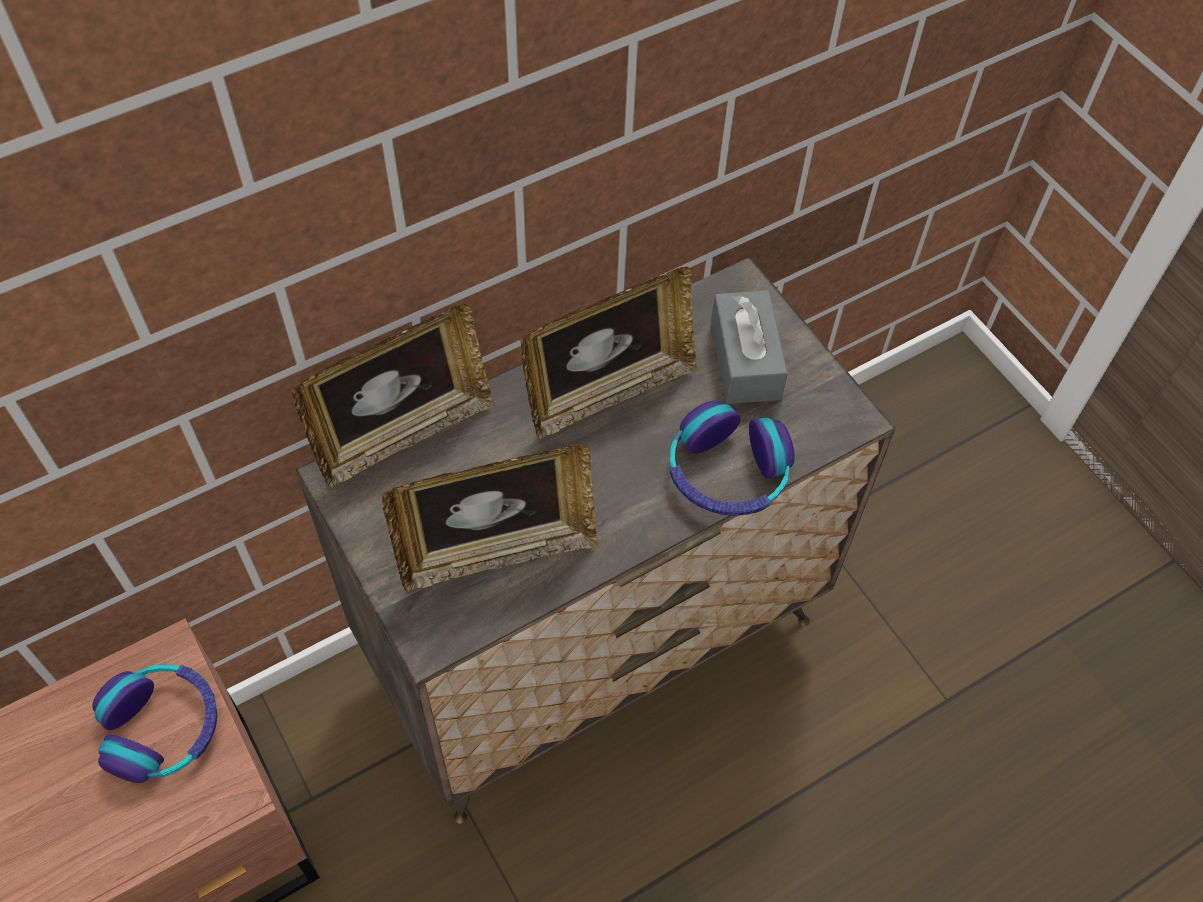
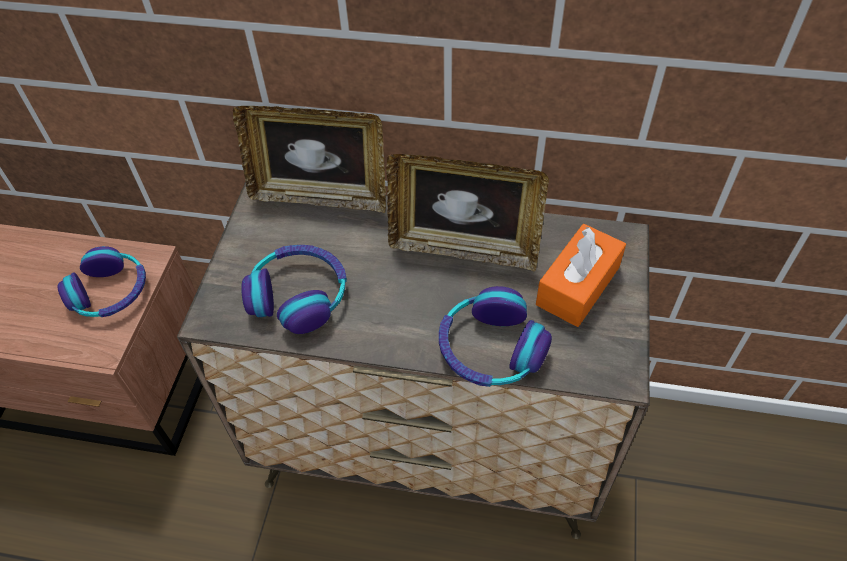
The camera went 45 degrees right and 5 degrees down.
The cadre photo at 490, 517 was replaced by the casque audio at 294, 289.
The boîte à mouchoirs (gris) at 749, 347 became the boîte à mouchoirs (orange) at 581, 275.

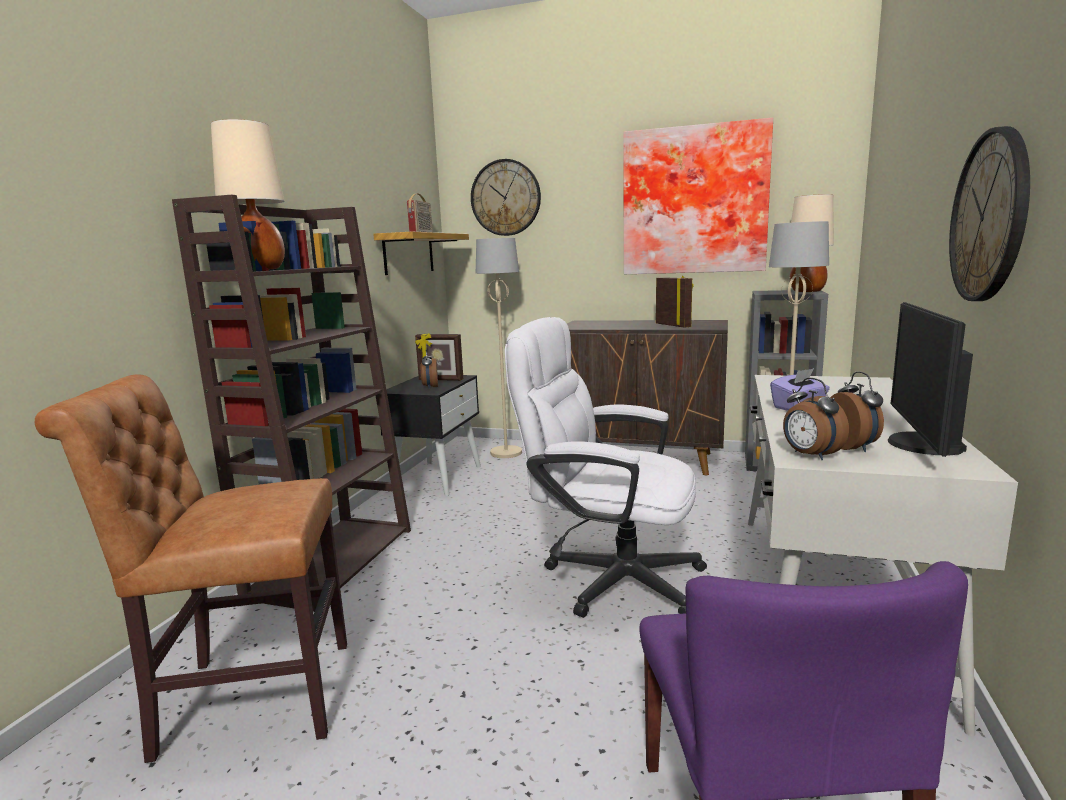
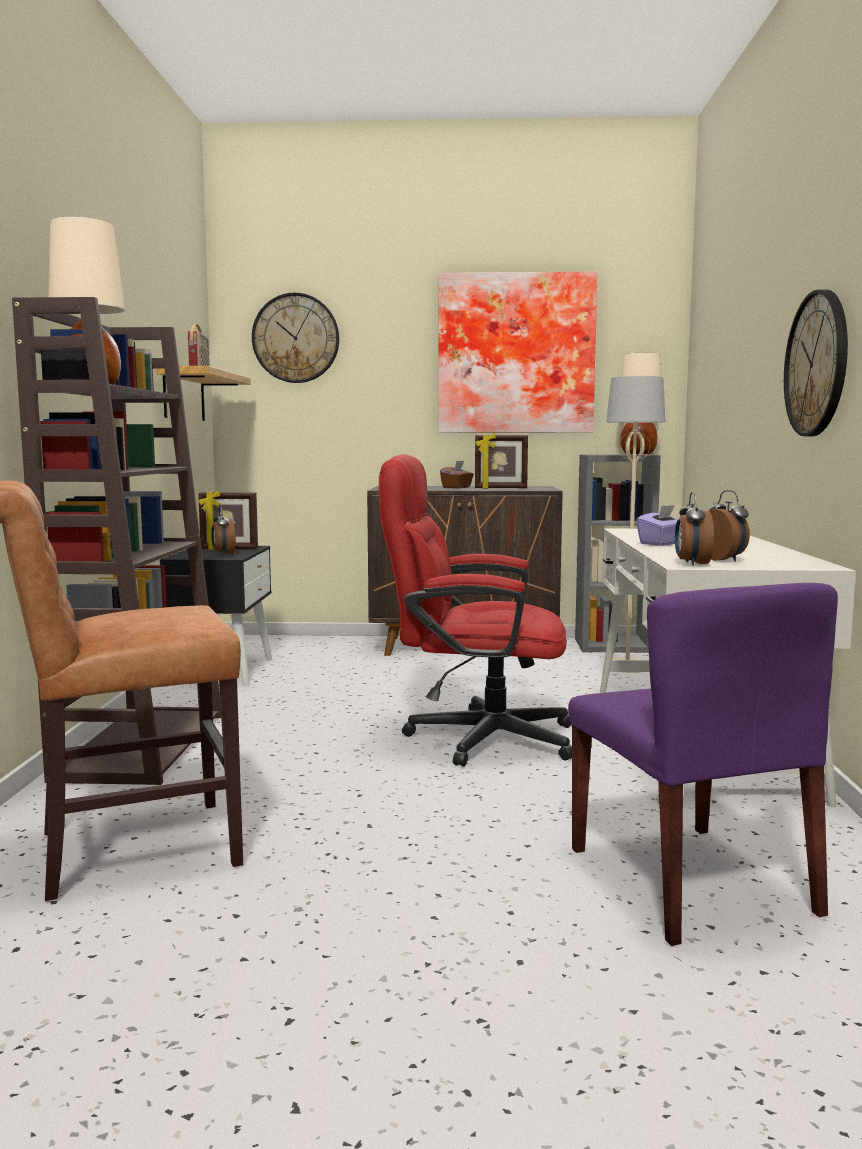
The camera went 15 degrees left and 5 degrees down.
The chaise de bureau (blanc) at 606, 467 became the chaise de bureau (rouge) at 475, 610.
The boîte à mouchoirs (marron) at 457, 475 appeared.
The cadre photo at 675, 302 turned 135 degrees clockwise.
The réveil at 816, 419 turned 45 degrees clockwise.
The lampadaire (beige) at 499, 348 disappeared.
The écran d'ordinateur at 930, 379 disappeared.

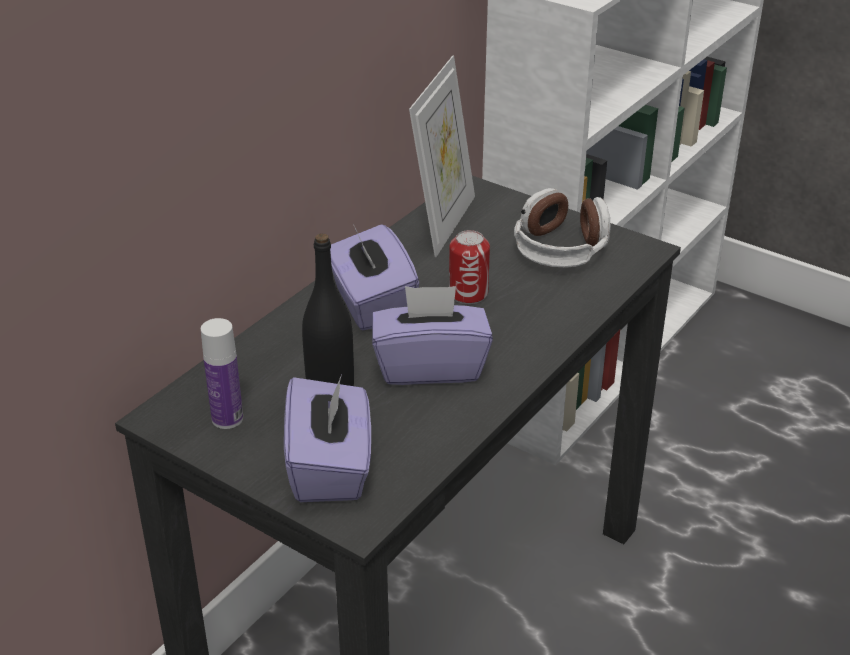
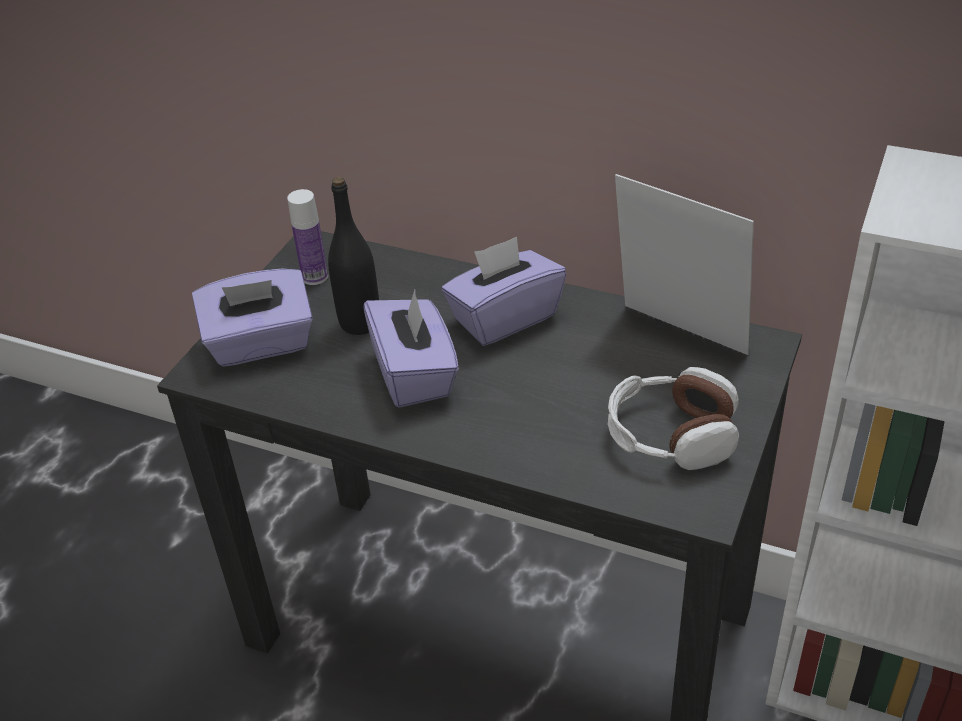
The camera went 80 degrees right and 5 degrees up.
The cadre photo at 442, 156 turned 150 degrees counterclockwise.
The boîte métallique at 469, 267 disappeared.

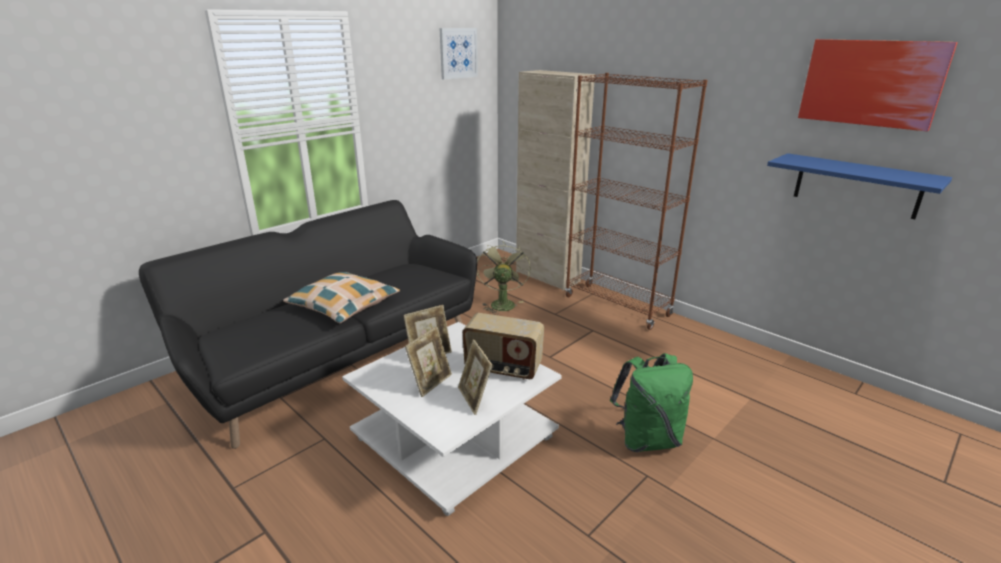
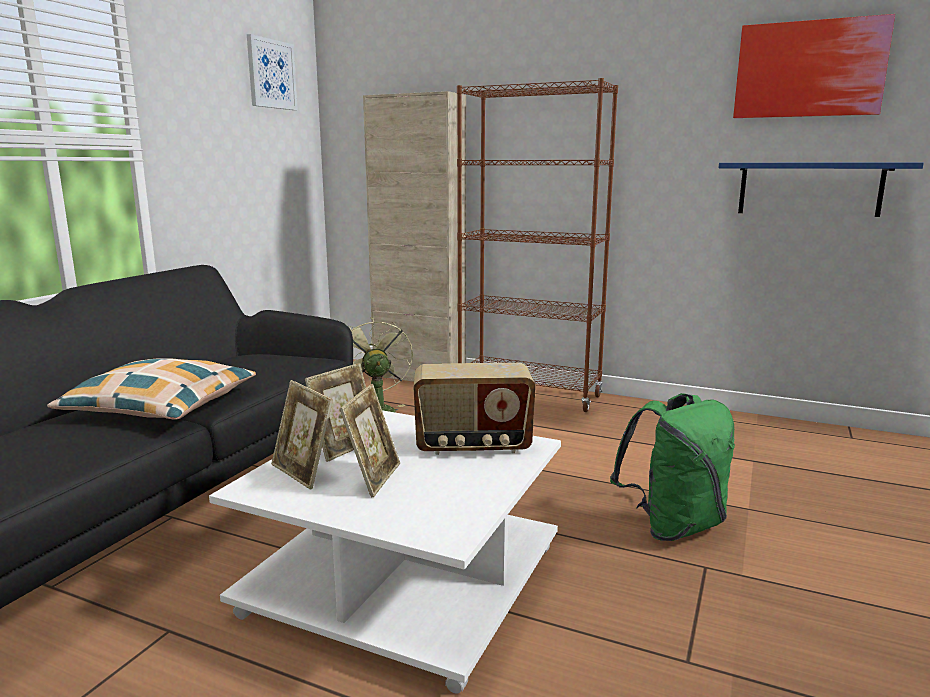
The camera went 20 degrees left and 10 degrees down.
The cadre photo moved from 475, 377 to 302, 435.

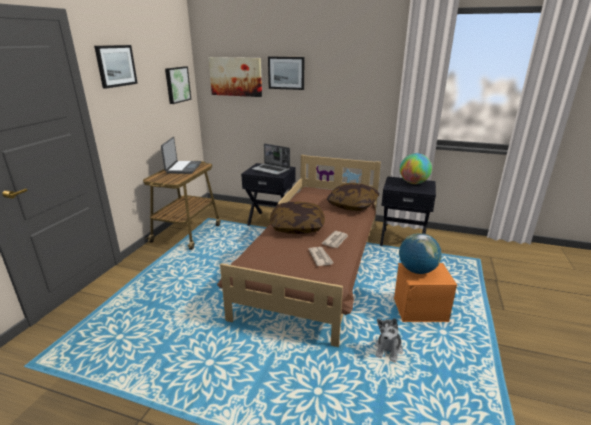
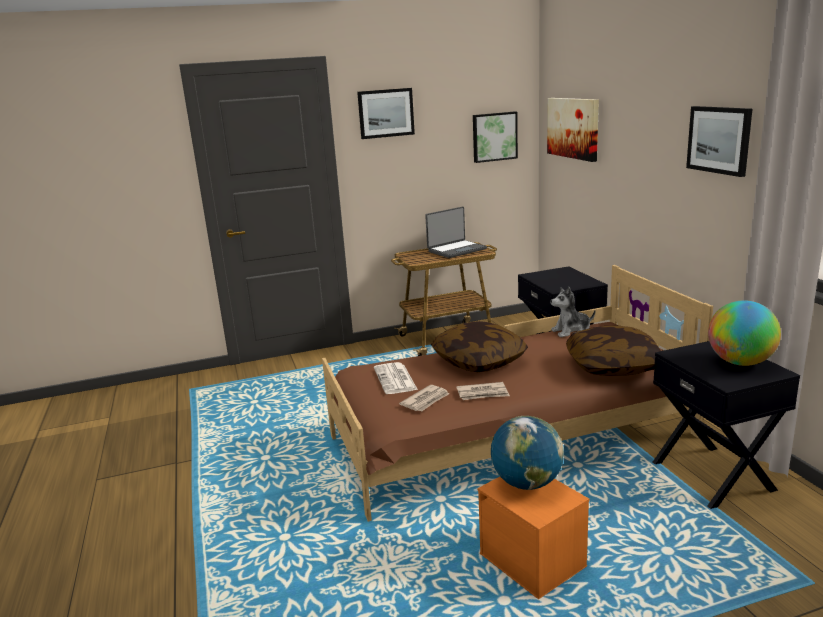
The camera went 55 degrees right and 5 degrees down.
The journal at 396, 378 appeared.
The peluche moved from 389, 340 to 572, 312.
The tableau moved from 286, 73 to 719, 141.
The ordinateur portable at 271, 159 disappeared.

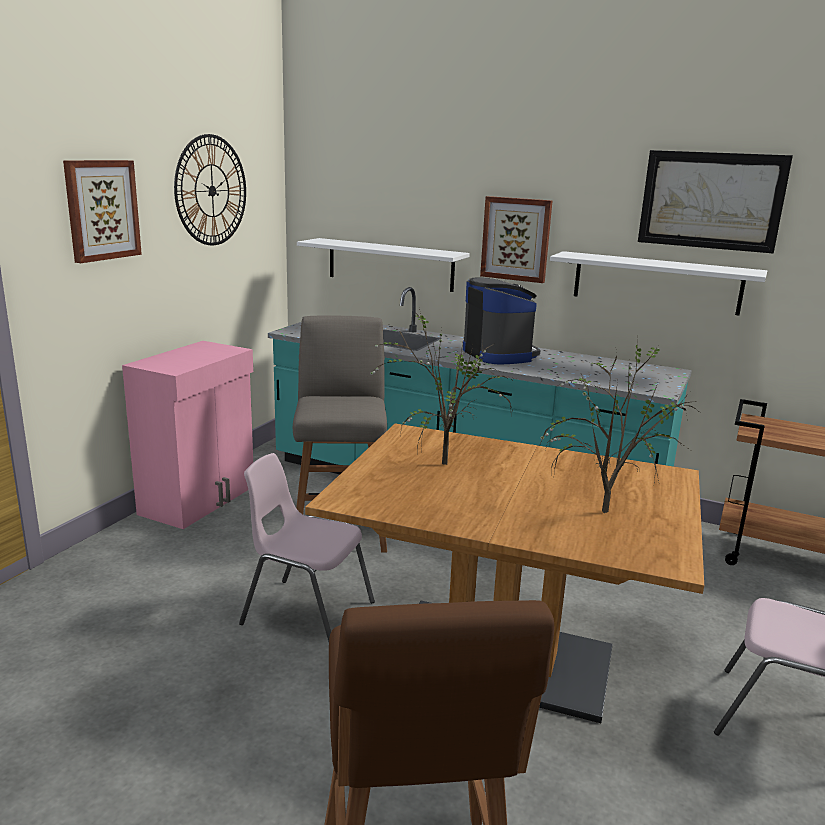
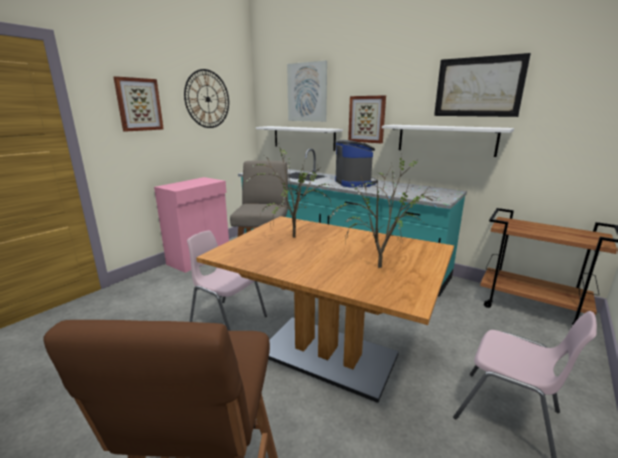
The camera went 10 degrees right and 0 degrees up.
The tableau at 307, 91 appeared.

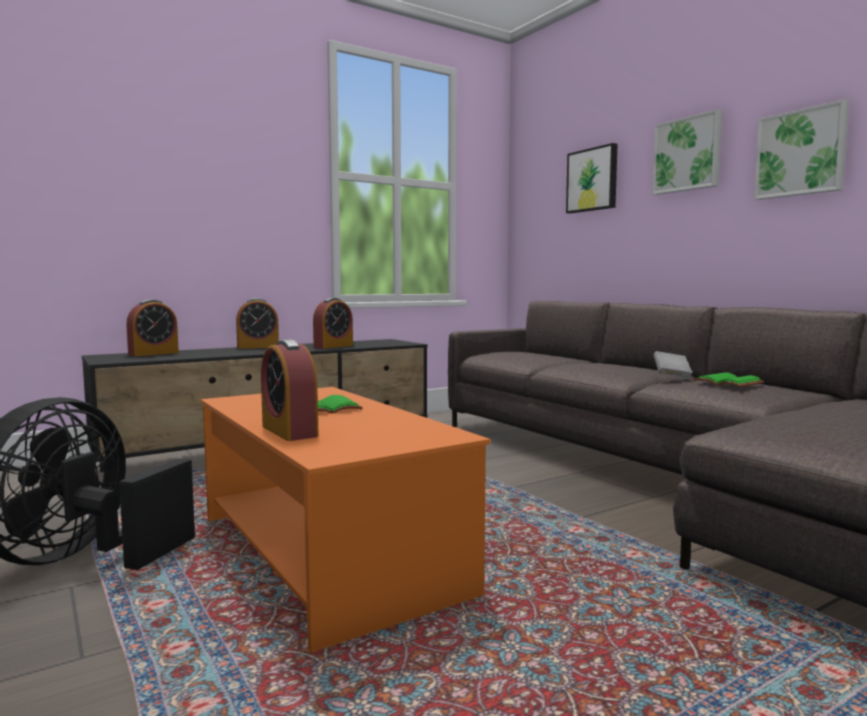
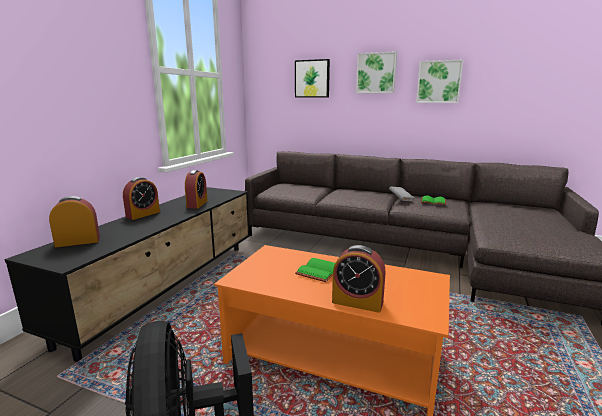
The camera went 35 degrees left and 10 degrees up.
The réveil at 152, 327 turned 120 degrees counterclockwise.

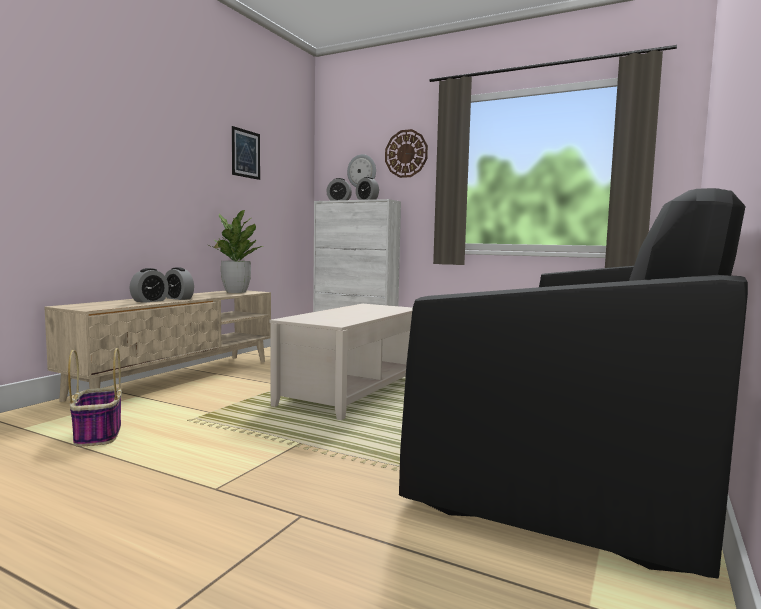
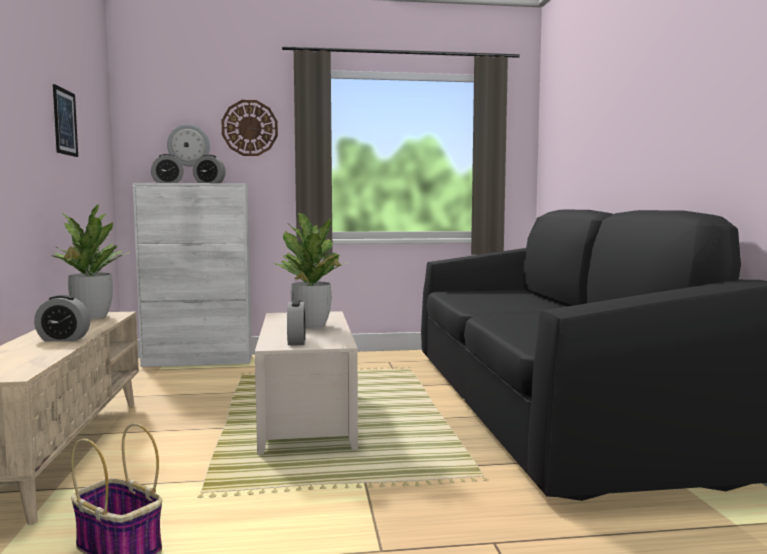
The camera went 35 degrees left and 0 degrees up.
The plante en pot at 311, 271 appeared.
The réveil moved from 149, 285 to 296, 322.

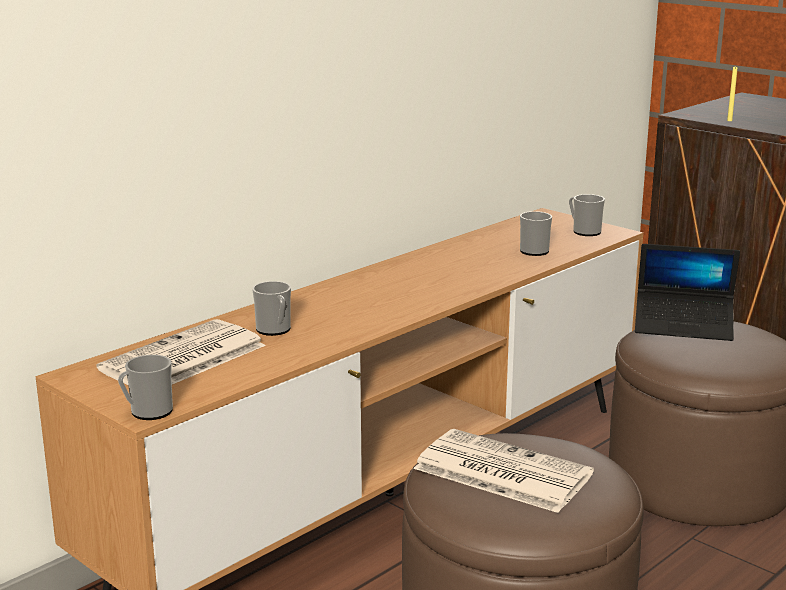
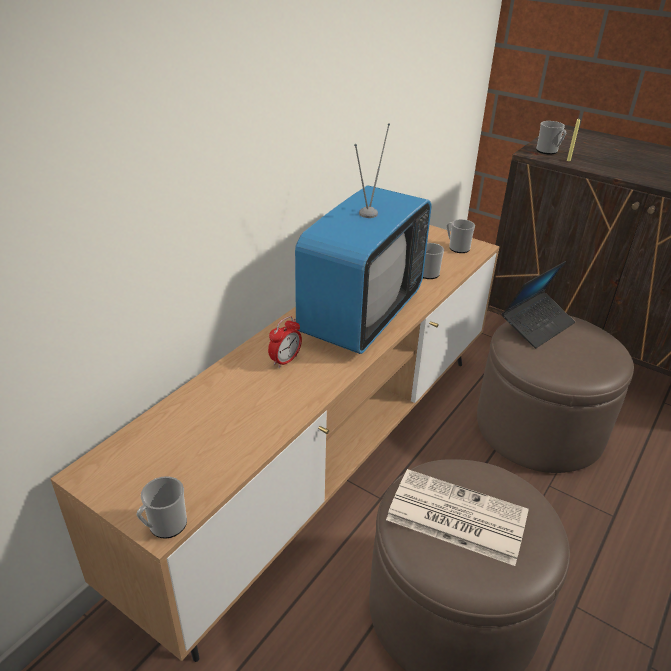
The camera went 10 degrees left and 15 degrees up.
The réveil at 285, 342 appeared.
The téléviseur at 363, 238 appeared.
The ordinateur portable at 687, 292 turned 45 degrees counterclockwise.
The mug moved from 271, 308 to 551, 137.
The journal at 181, 352 disappeared.

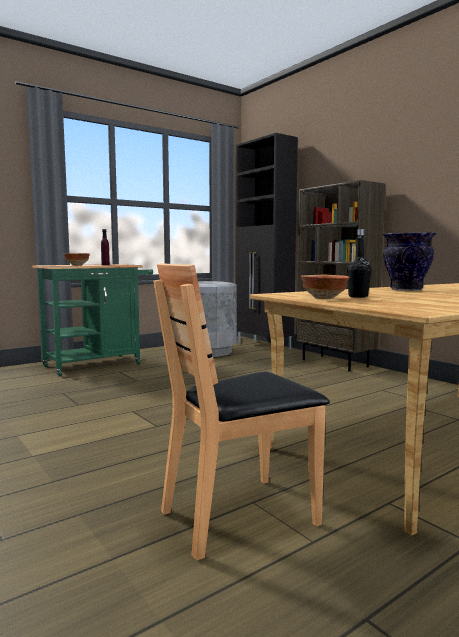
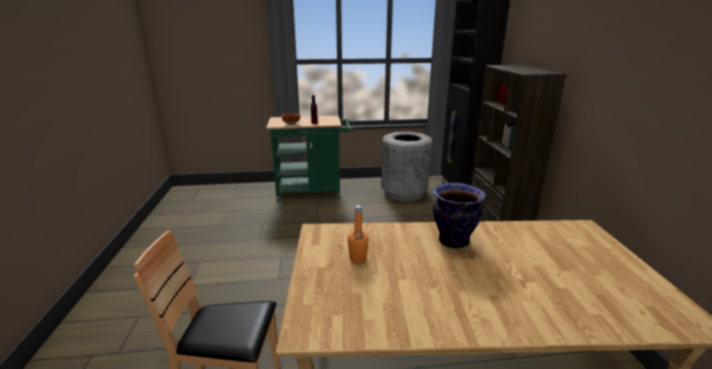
The camera went 30 degrees right and 15 degrees up.
The bouteille (noir) at 359, 263 became the bouteille (orange) at 358, 234.
The bol at 325, 287 disappeared.

